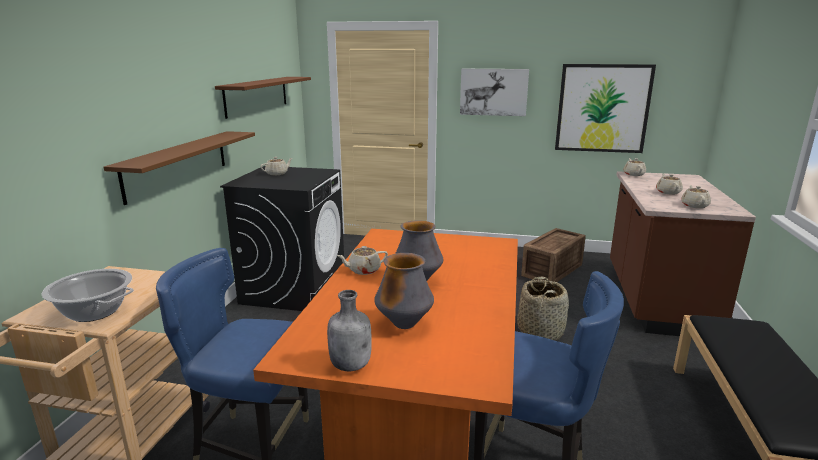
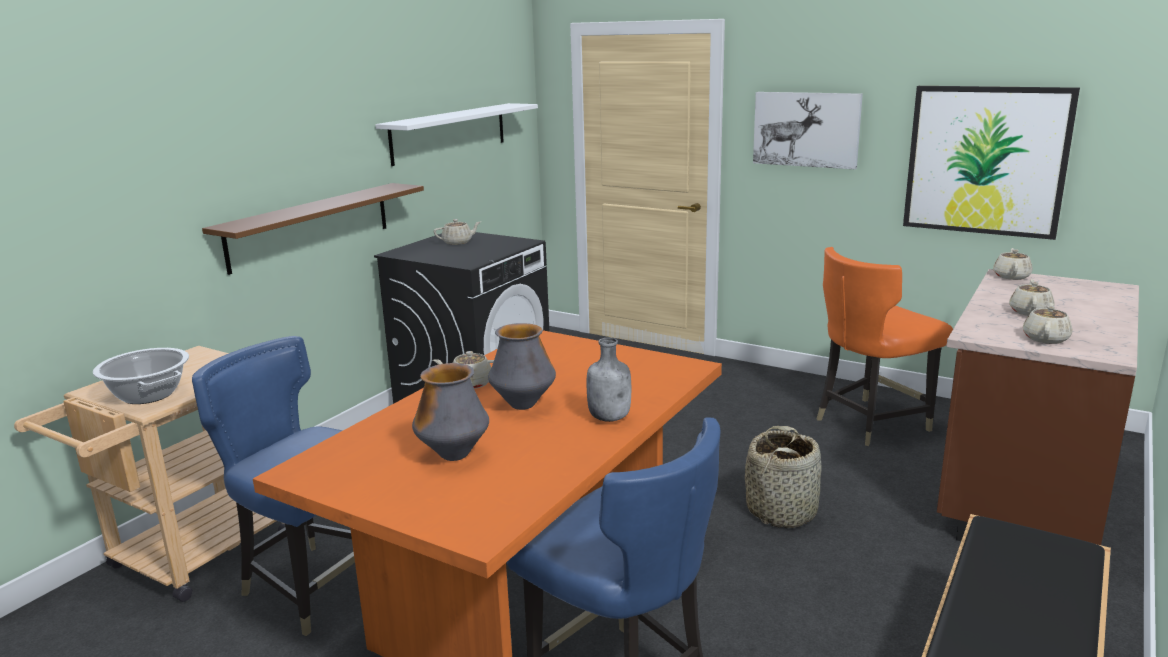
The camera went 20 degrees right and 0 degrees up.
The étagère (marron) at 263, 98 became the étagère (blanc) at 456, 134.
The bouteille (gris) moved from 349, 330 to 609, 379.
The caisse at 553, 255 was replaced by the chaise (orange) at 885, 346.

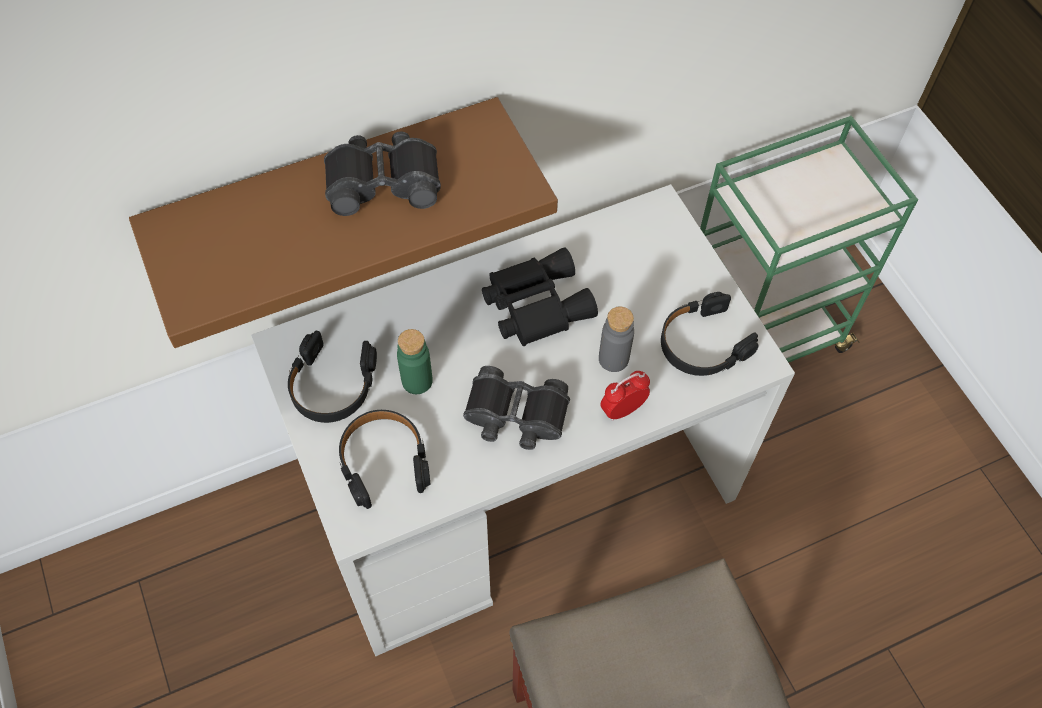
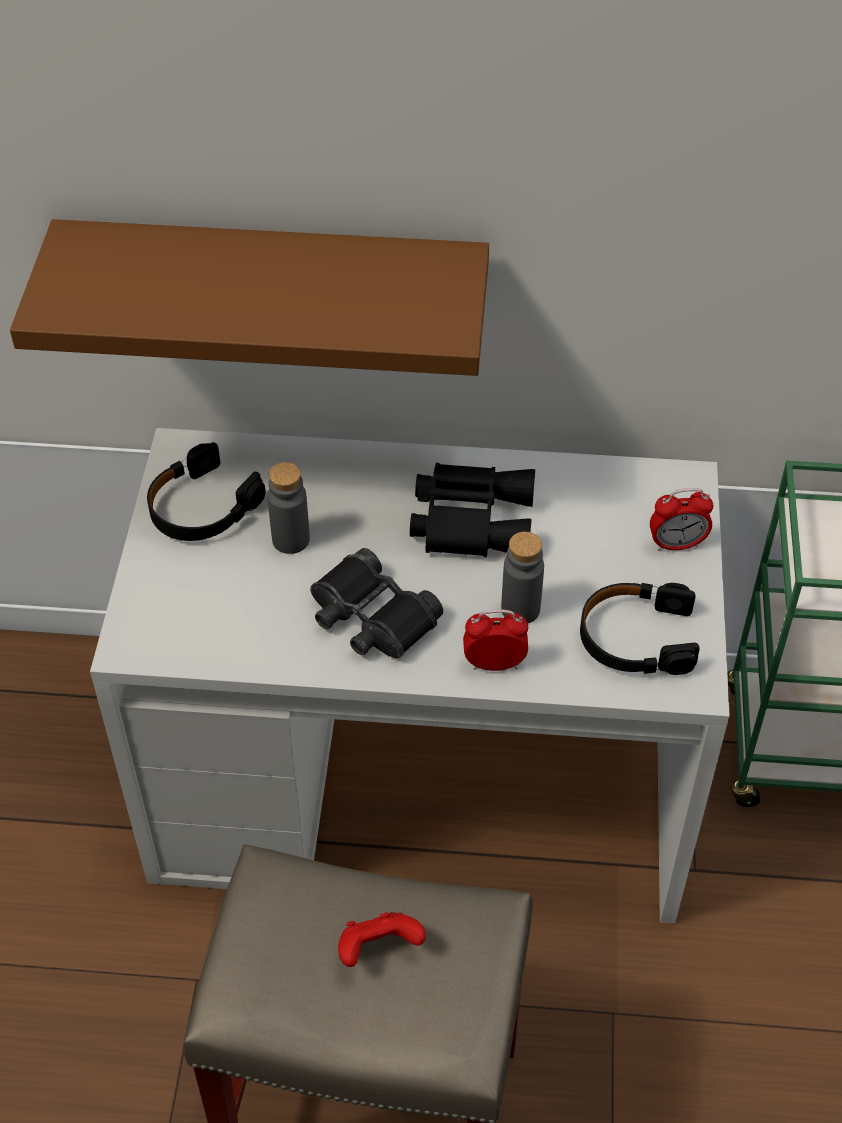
The camera went 30 degrees right and 10 degrees down.
The bouteille (vert) at 415, 361 became the bouteille (gris) at 288, 508.
The manette (rouge) at 382, 939 appeared.
The réveil at 681, 519 appeared.
The jumelles (noir) at 382, 174 disappeared.
The casque audio (noir) at 385, 459 disappeared.

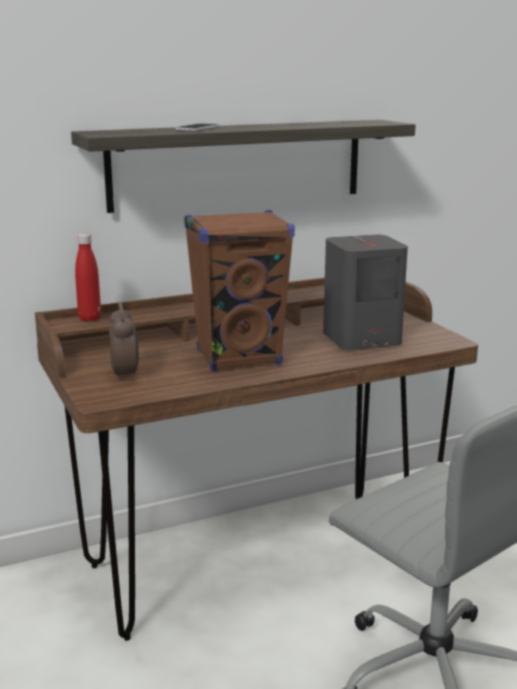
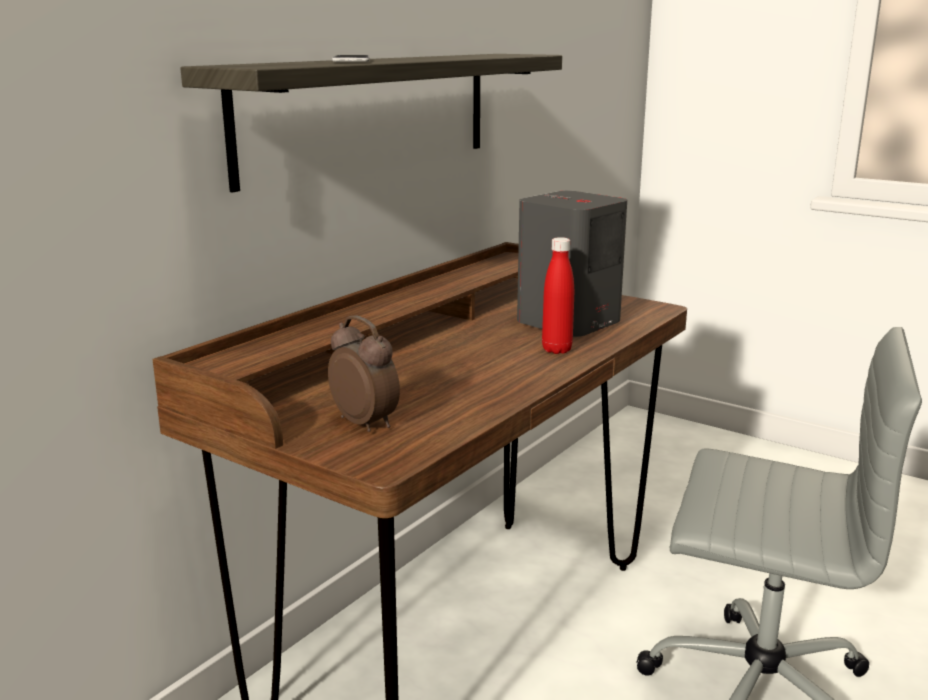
The camera went 30 degrees left and 0 degrees up.
The bouteille (rouge) moved from 88, 278 to 558, 295.
The enceinte (marron) at 239, 290 disappeared.

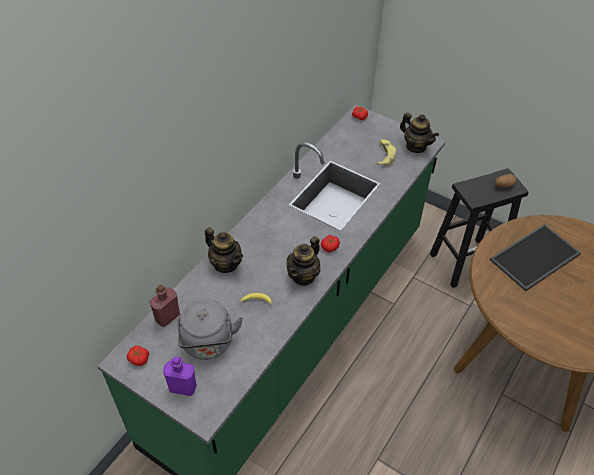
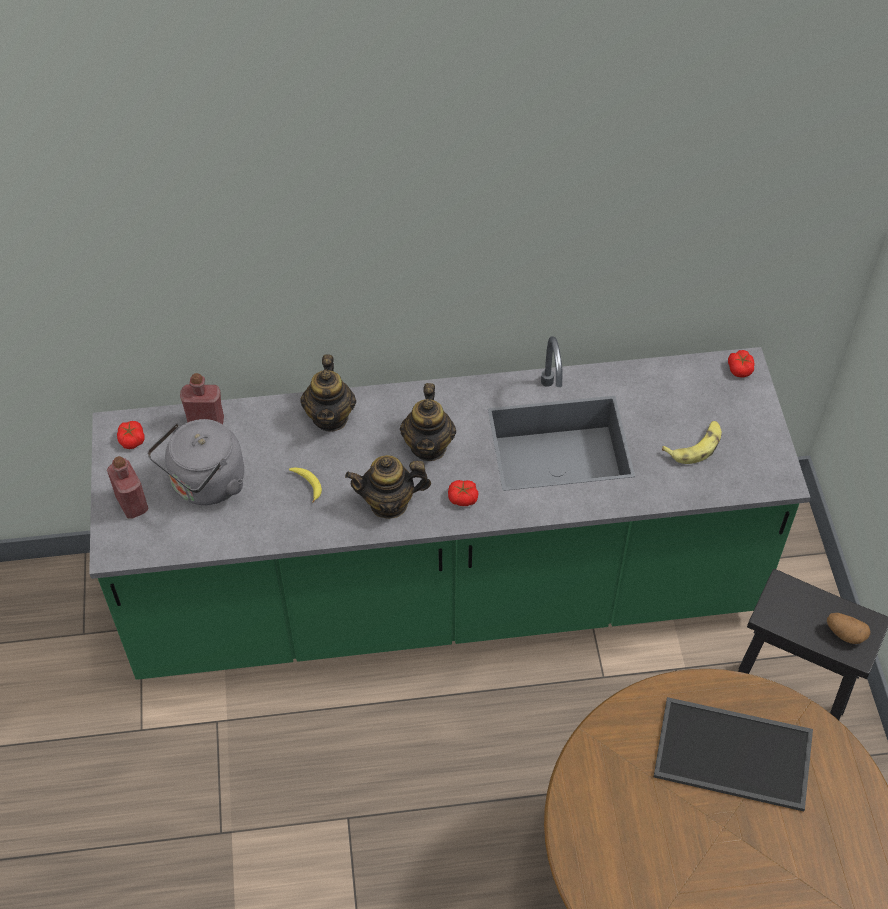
The camera went 50 degrees right and 5 degrees up.
The bouteille (violet) at 180, 376 became the bouteille (rouge) at 128, 487.
The théière moved from 419, 133 to 428, 422.

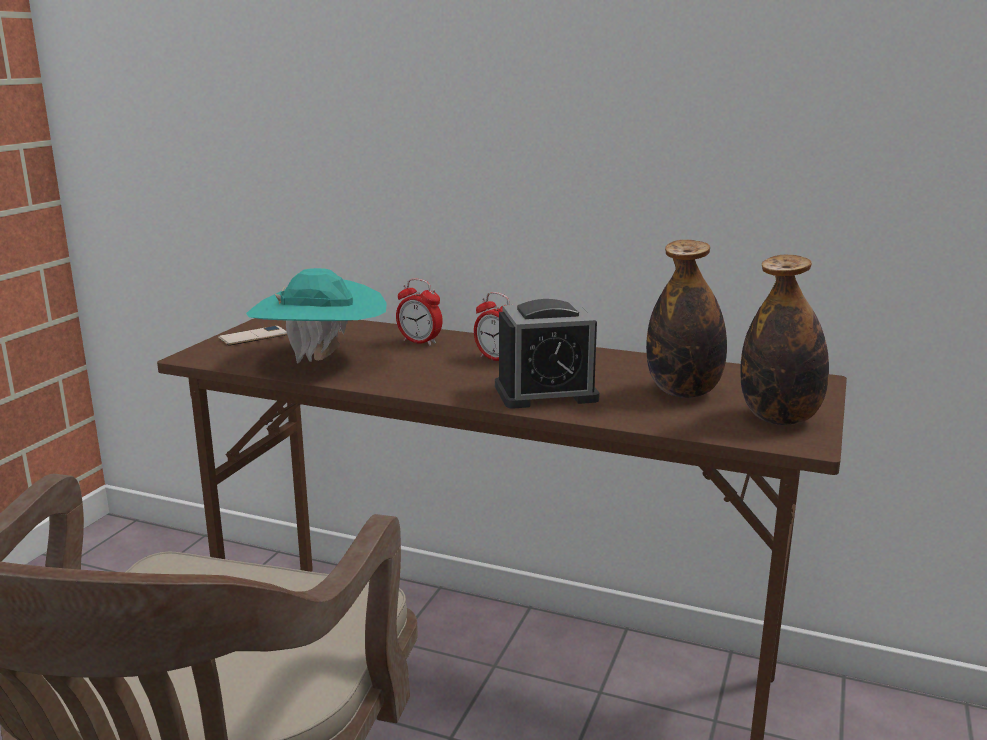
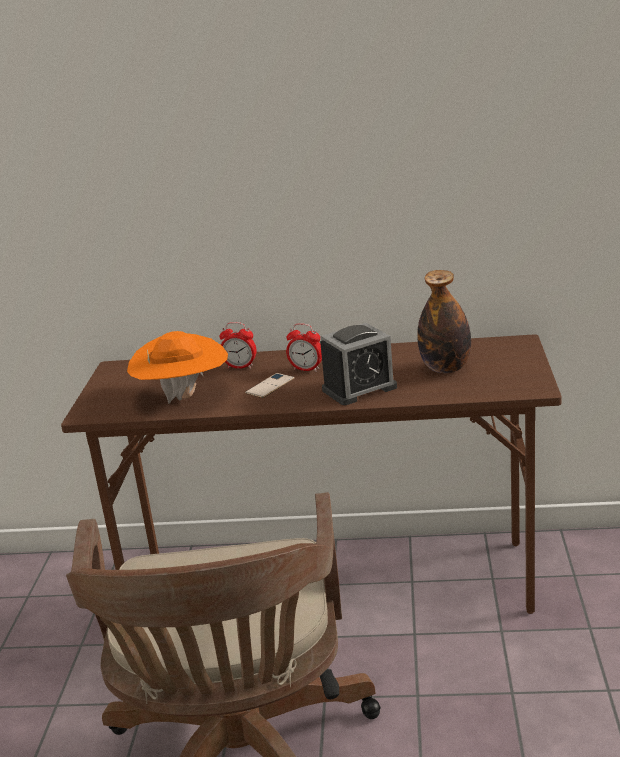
The camera went 15 degrees left and 5 degrees up.
The chapeau (turquoise) at 316, 316 became the chapeau (orange) at 177, 367.
The téléphone moved from 252, 336 to 270, 385.
The bouteille at 784, 340 disappeared.

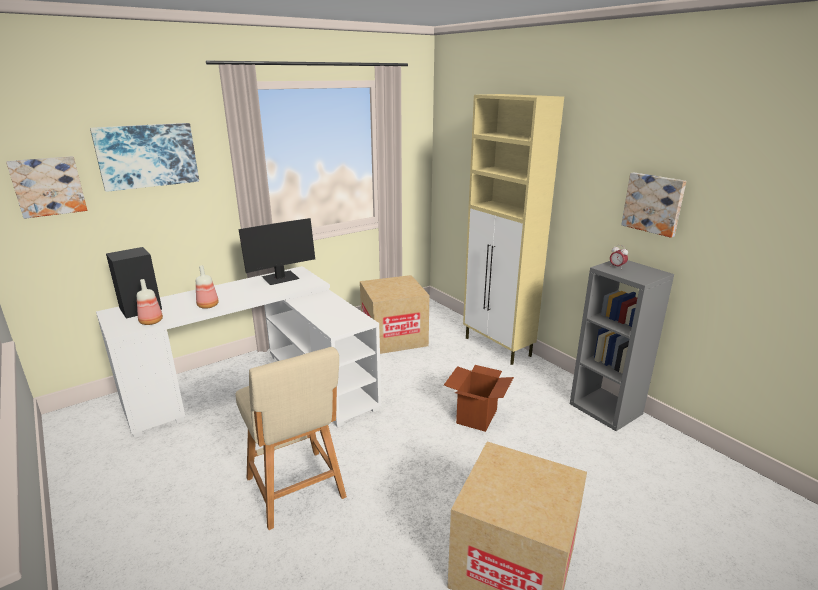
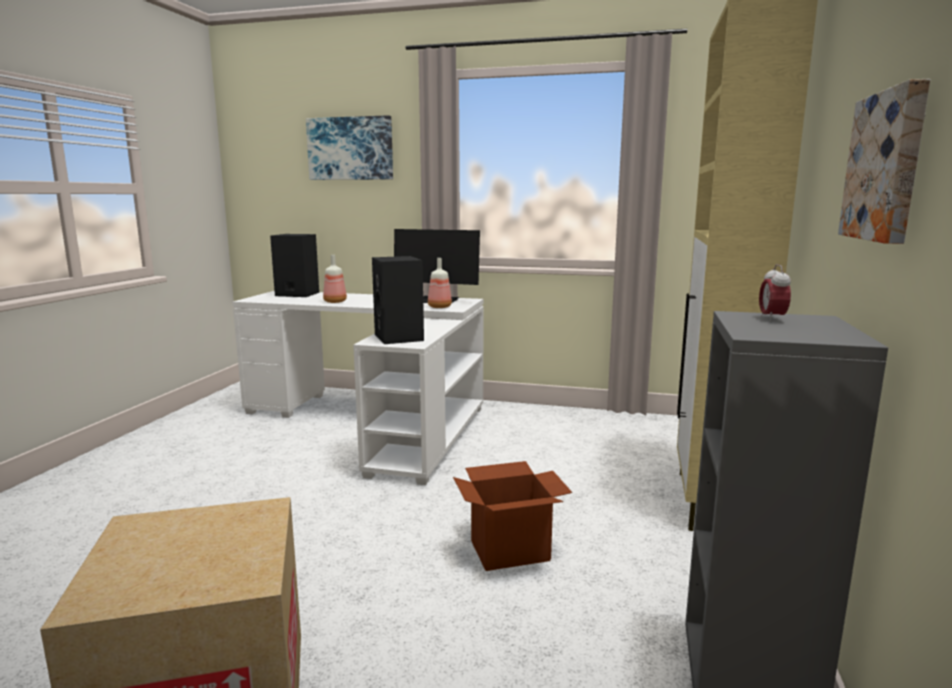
The camera went 50 degrees right and 10 degrees down.
The enceinte (noir) at 398, 300 appeared.
The bouteille moved from 150, 302 to 440, 283.
The tableau at 46, 187 disappeared.
The tabouret (beige) at 291, 438 disappeared.
The carton at 394, 314 disappeared.

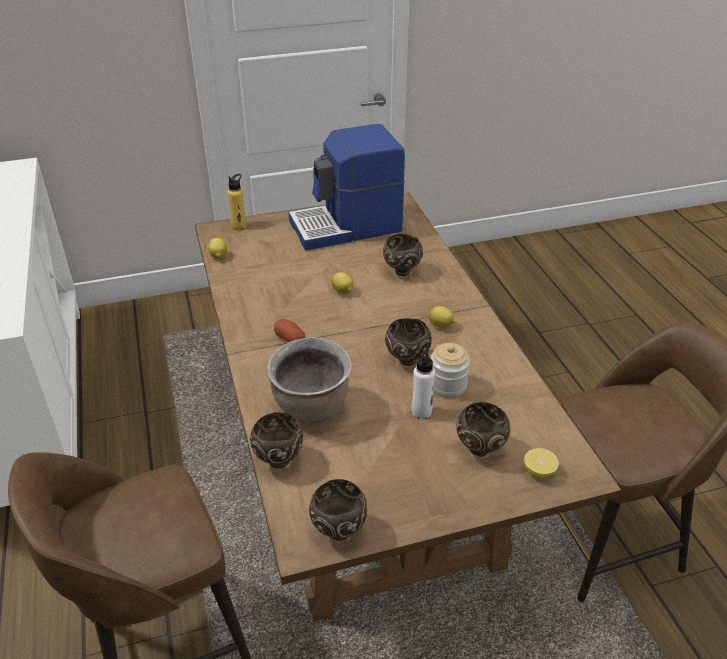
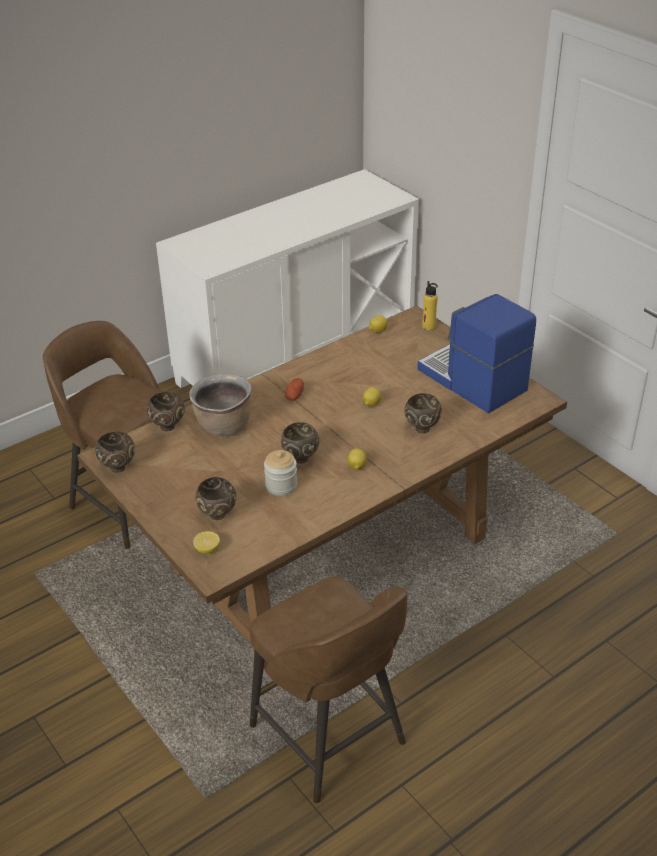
The camera went 70 degrees right and 0 degrees up.
The bouteille (blanc) at 423, 383 disappeared.

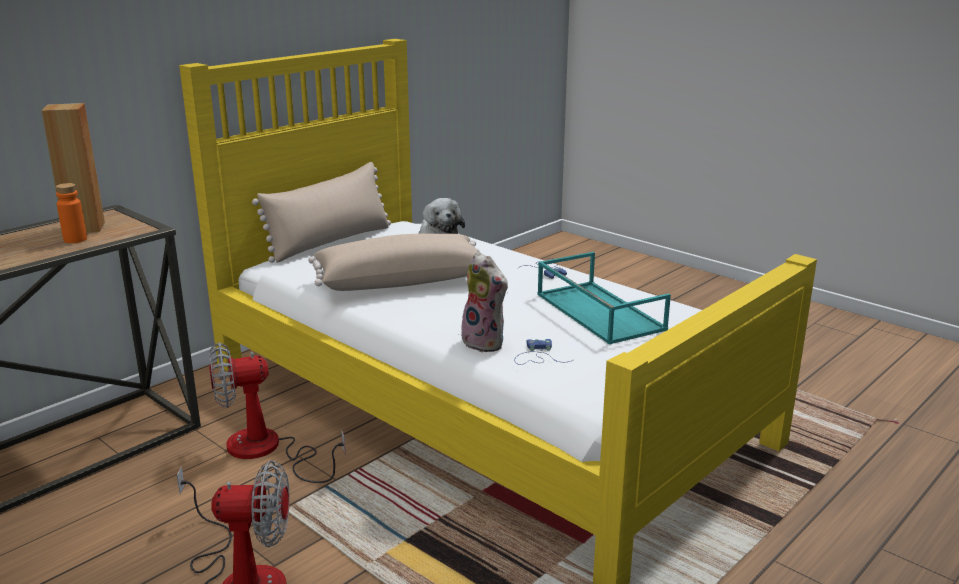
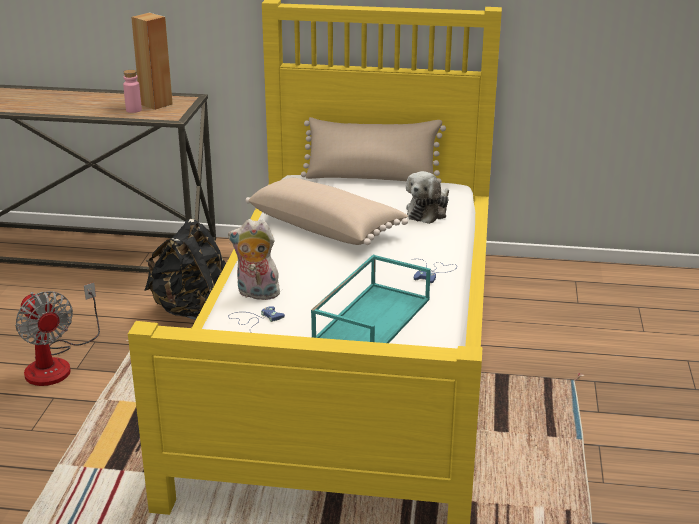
The camera went 55 degrees right and 5 degrees up.
The bouteille (orange) at 71, 213 became the bouteille (rose) at 132, 91.
The ventilateur at 277, 412 was replaced by the sac à dos (noir) at 185, 269.
The peluche at 483, 302 turned 90 degrees clockwise.

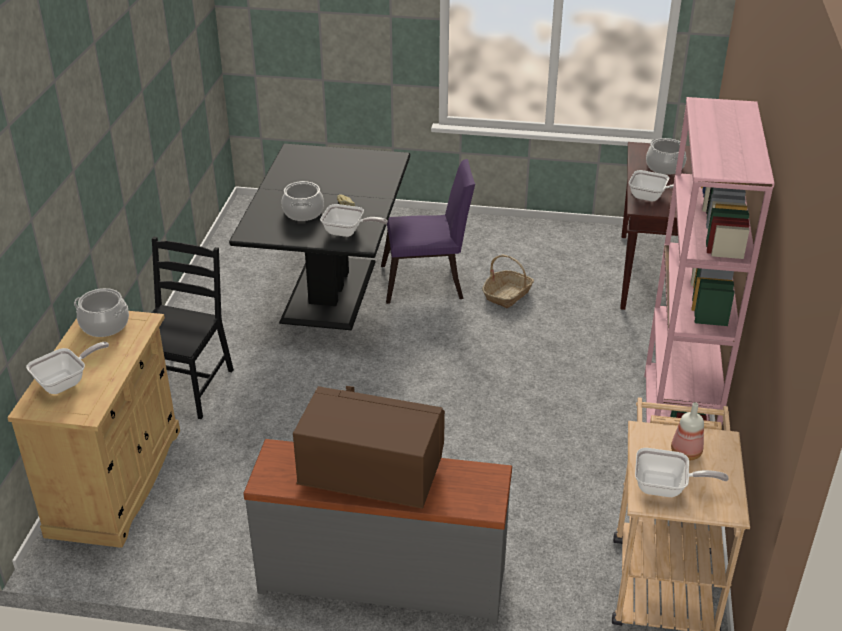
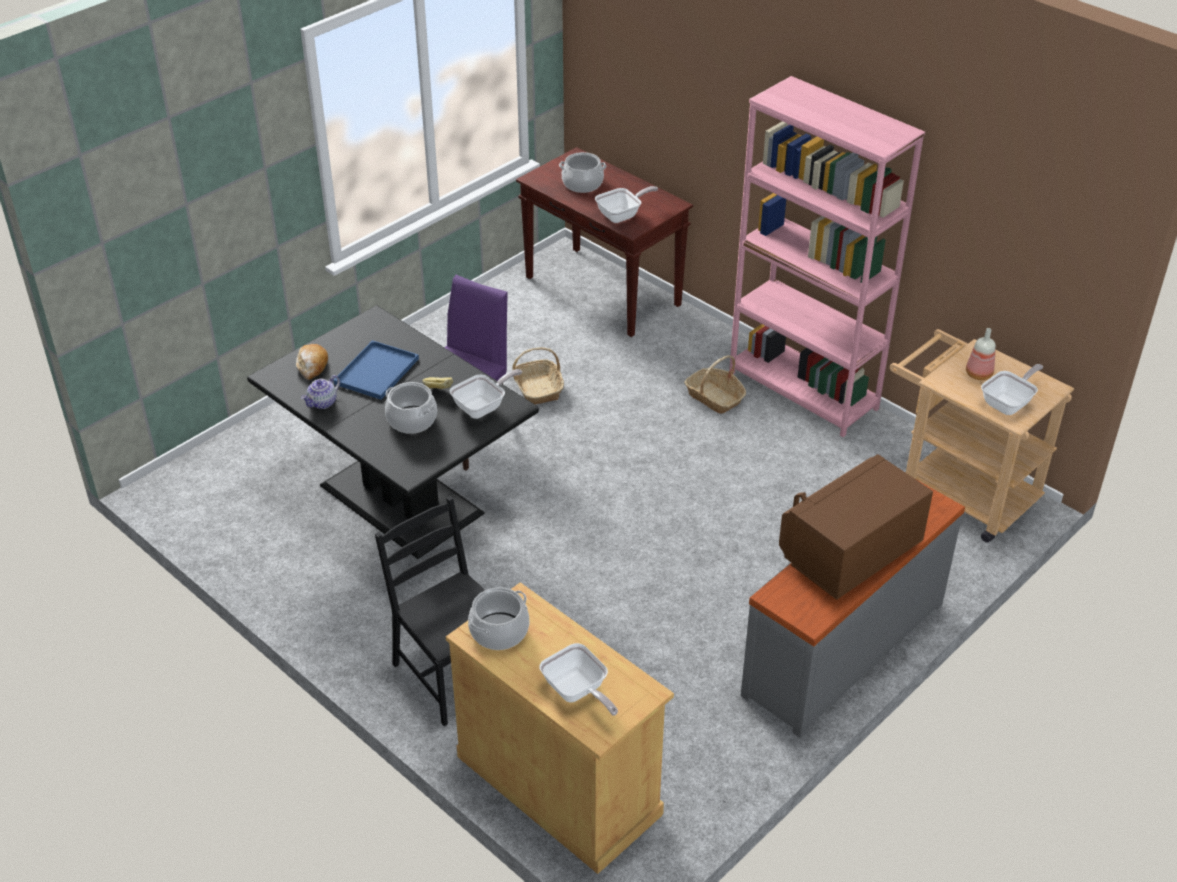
The camera went 55 degrees left and 5 degrees up.
The pain at 312, 362 appeared.
The théière at 320, 392 appeared.
The plateau (bleu) at 376, 370 appeared.
The poêle at 67, 368 turned 150 degrees clockwise.
The panier at 715, 384 appeared.

